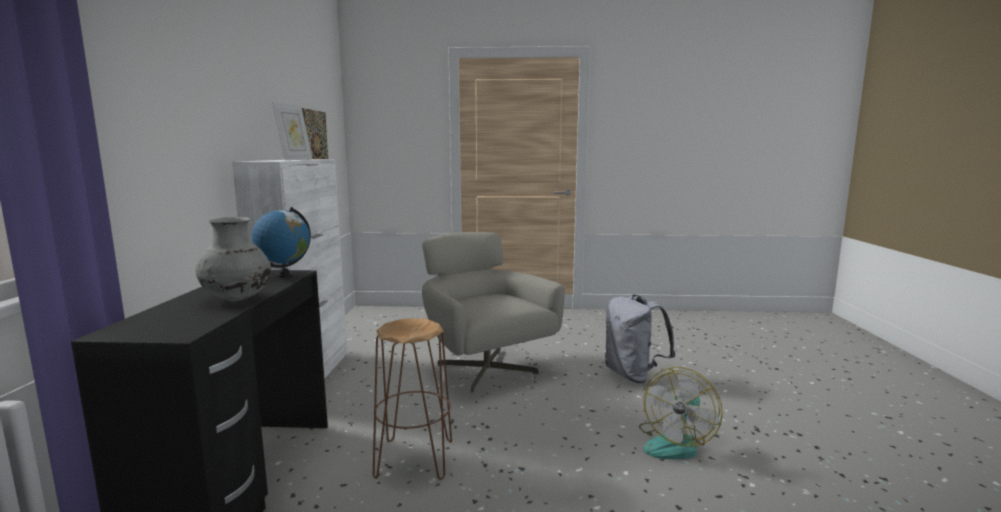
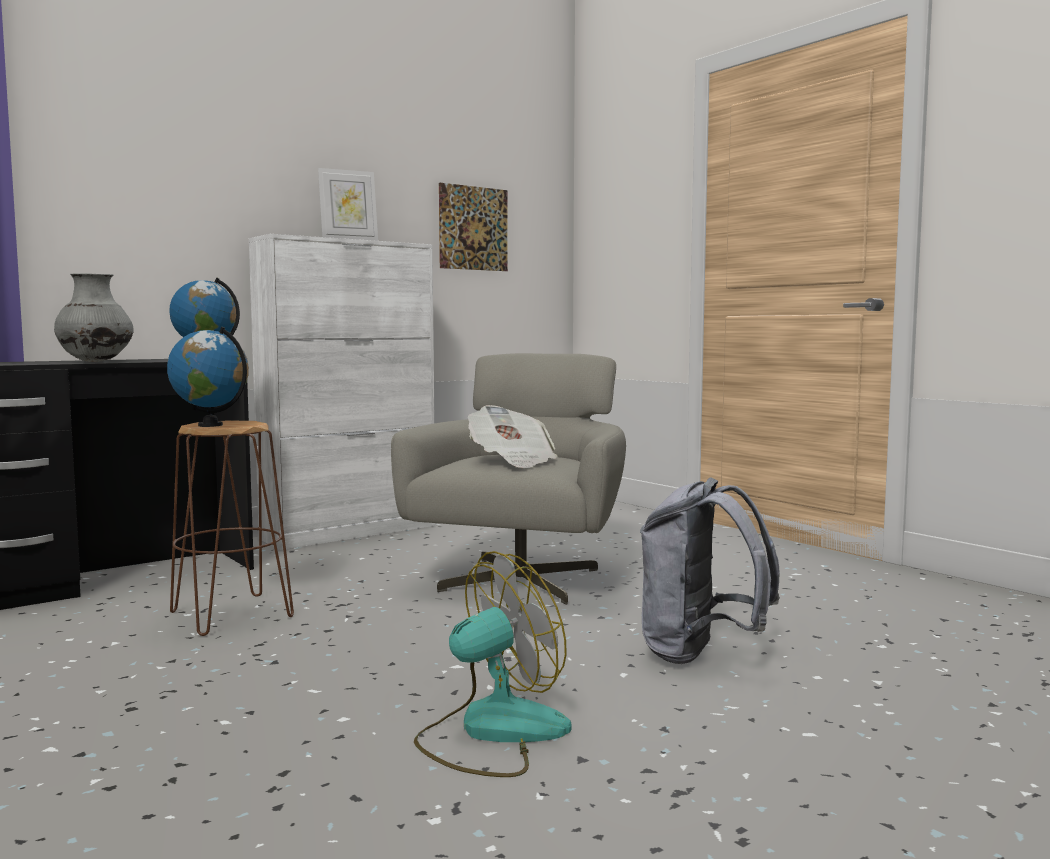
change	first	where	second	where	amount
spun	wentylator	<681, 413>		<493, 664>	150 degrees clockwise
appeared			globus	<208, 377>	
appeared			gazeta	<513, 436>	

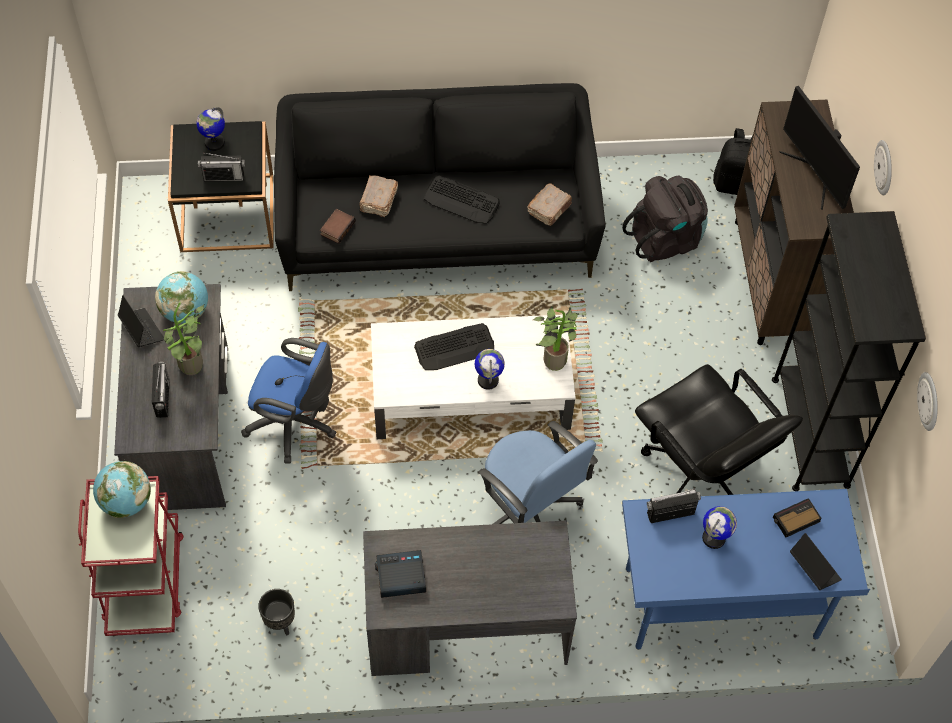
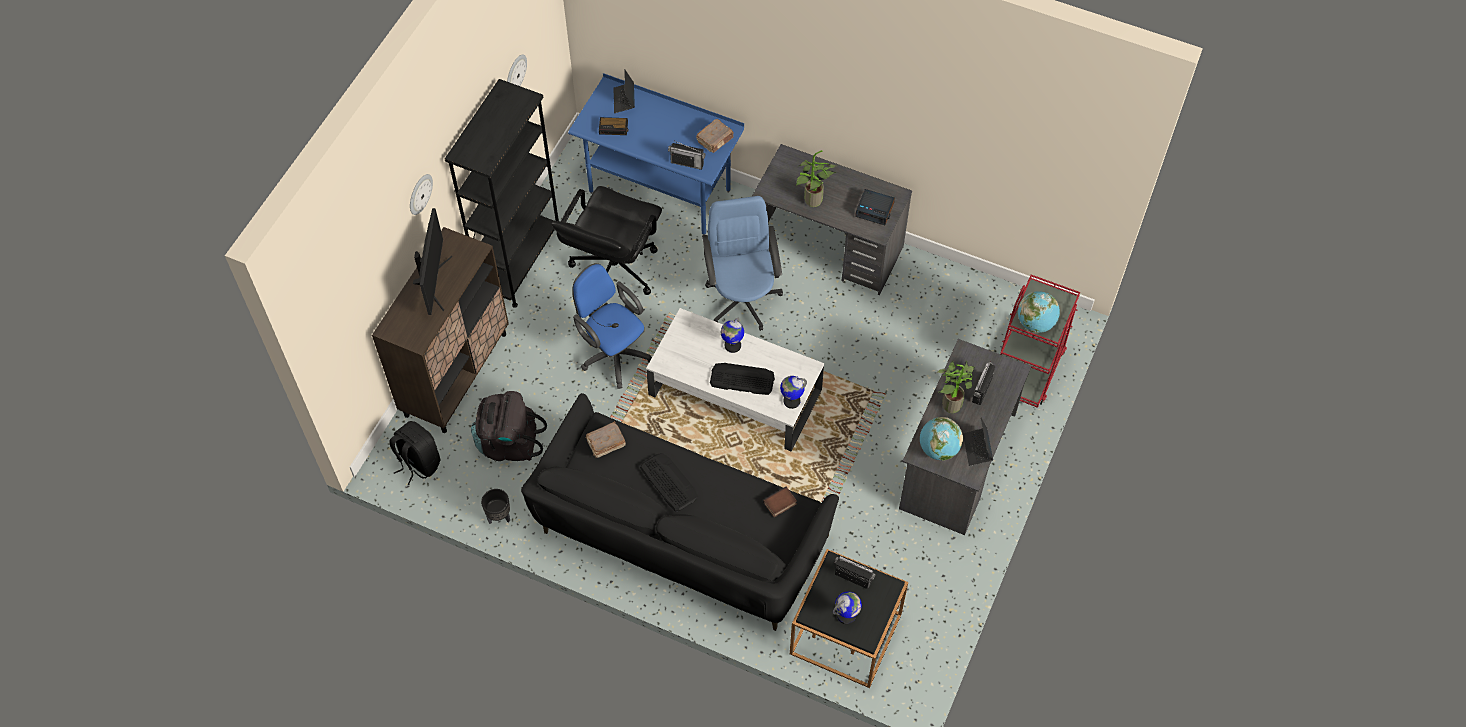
change	first	where	second	where	amount
relocated	krzesło biurowe (niebieski)	<288, 400>		<612, 326>	
relocated	donica (czarny)	<276, 612>		<495, 506>	
relocated	książka (brązowy)	<378, 196>		<715, 136>	
relocated	roślina doniczkowa	<556, 338>		<816, 178>	
spun	krzesło biurowe (czarny)	<719, 429>		<607, 240>	150 degrees counterclockwise
relocated	globus	<719, 527>		<793, 392>	

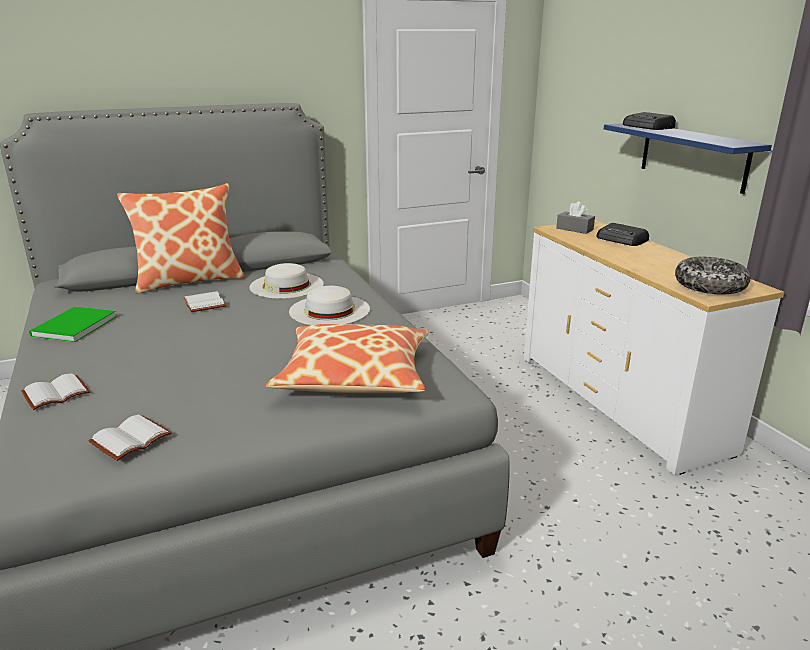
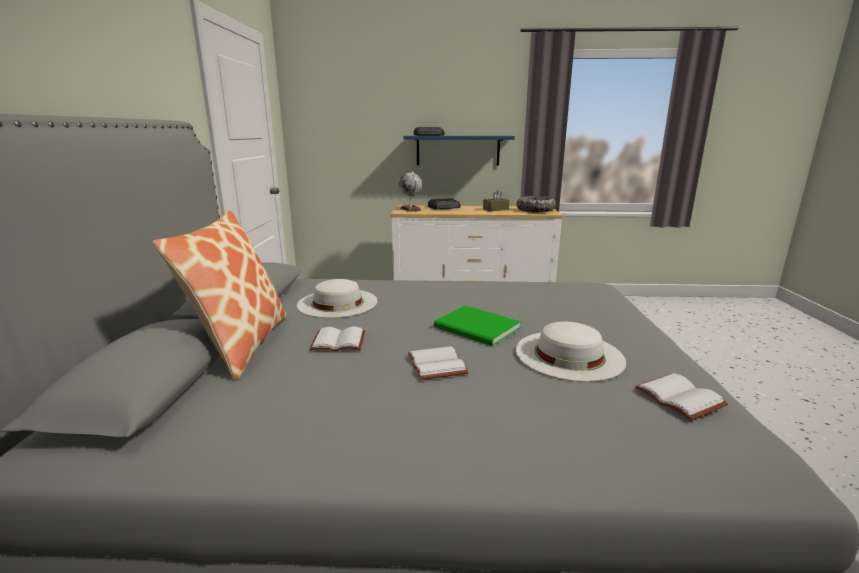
change	first	where	second	where	amount
relocated	książka (biały)	<55, 391>		<438, 363>	
relocated	książka (zielony)	<73, 324>		<477, 326>	
missing	poduszka	<347, 358>			
relocated	kapelusz (biały)	<329, 305>		<571, 352>	
exchanged	pudełko chusteczek (szary)	<575, 218>	globus	<410, 191>	
appeared			pudełko chusteczek (brązowy)	<496, 200>	

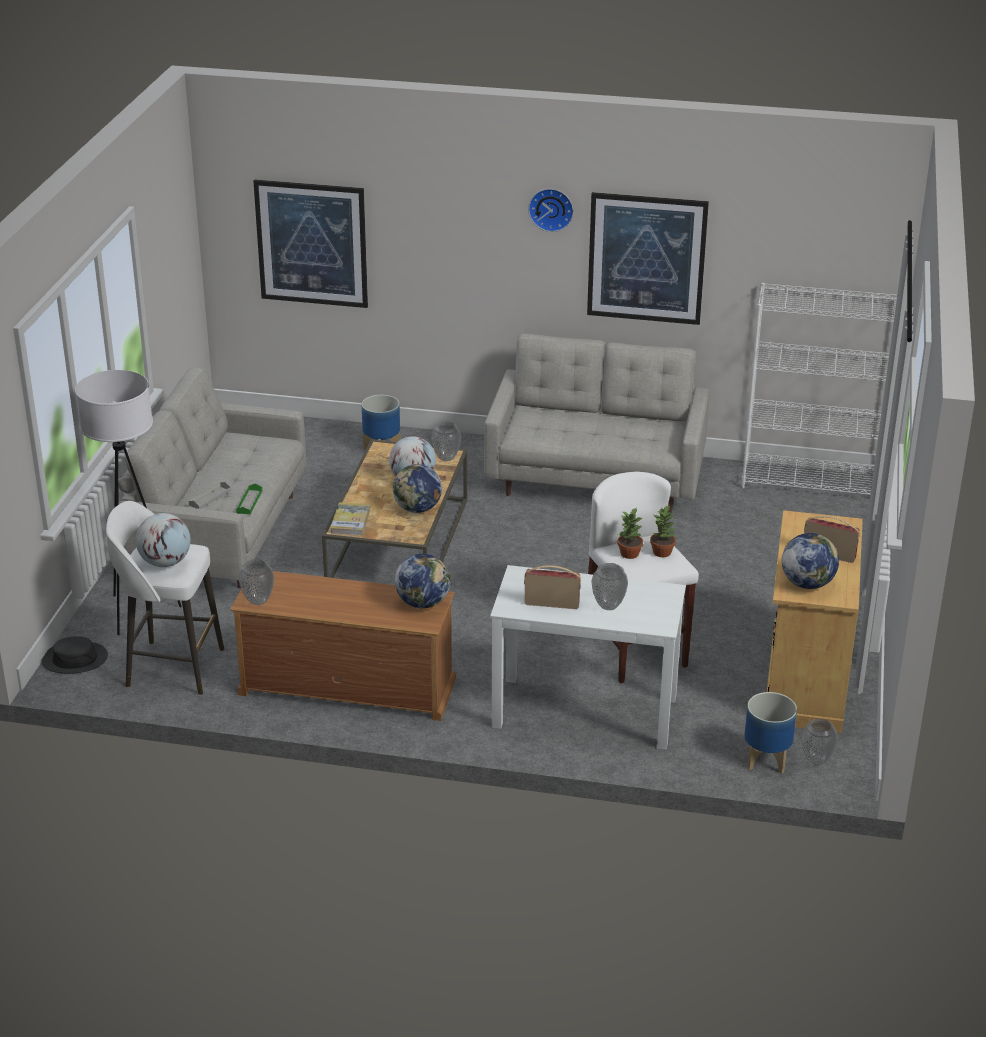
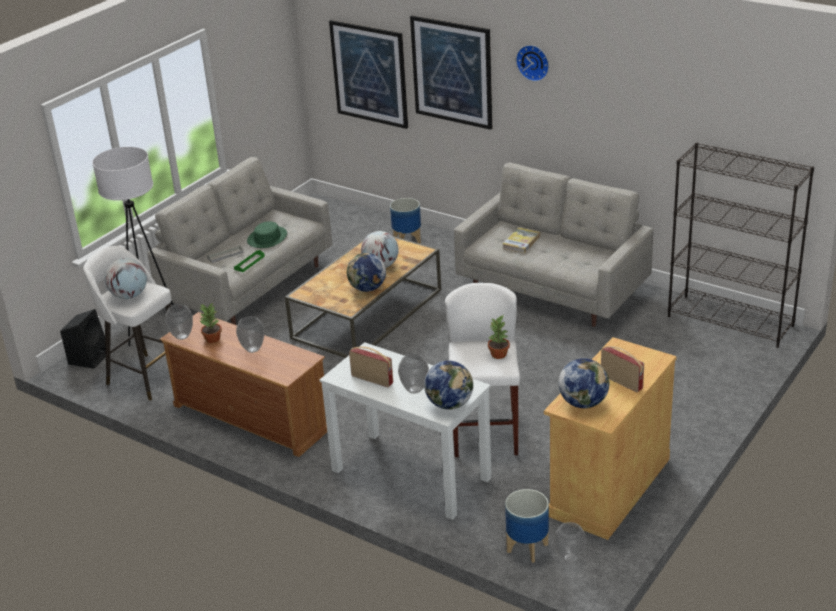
change	first	where	second	where	amount
exchanged	kapelusz (czarny)	<74, 655>	głośnik (czarny)	<83, 339>	
relocated	książka	<350, 519>		<521, 240>	
relocated	globus	<422, 581>		<448, 385>	
relocated	wazon	<446, 441>		<250, 334>	
relocated	obraz	<648, 258>		<451, 72>	
relocated	roślina doniczkowa	<630, 533>		<210, 323>	
colour	regał (biały)	<819, 389>	regał (czarny)	<741, 245>	
appeared			kapelusz (zielony)	<267, 234>	

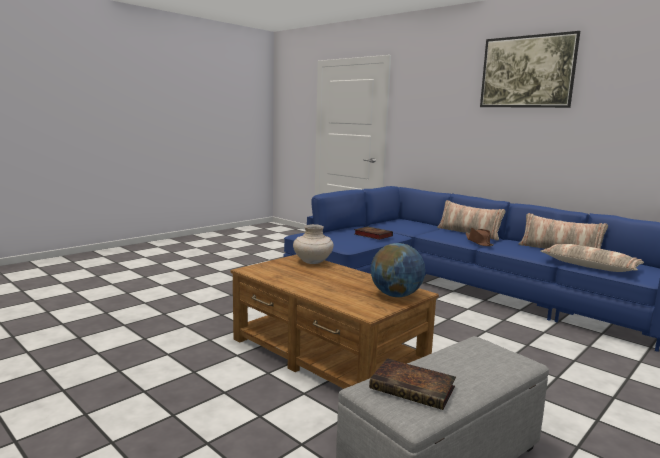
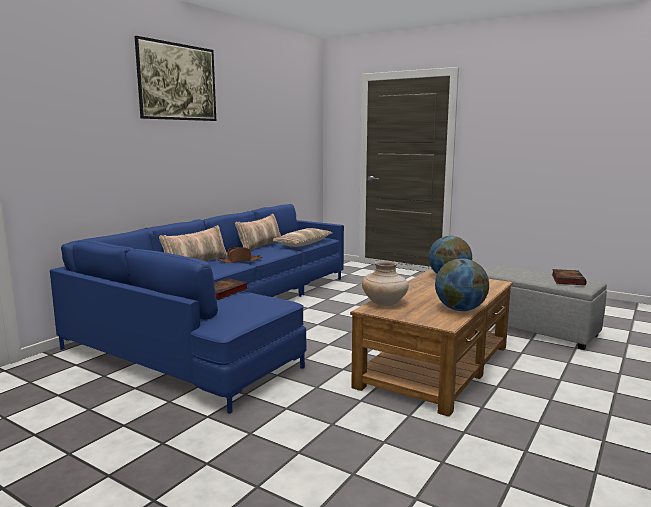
change	first	where	second	where	amount
appeared			globus	<462, 284>	

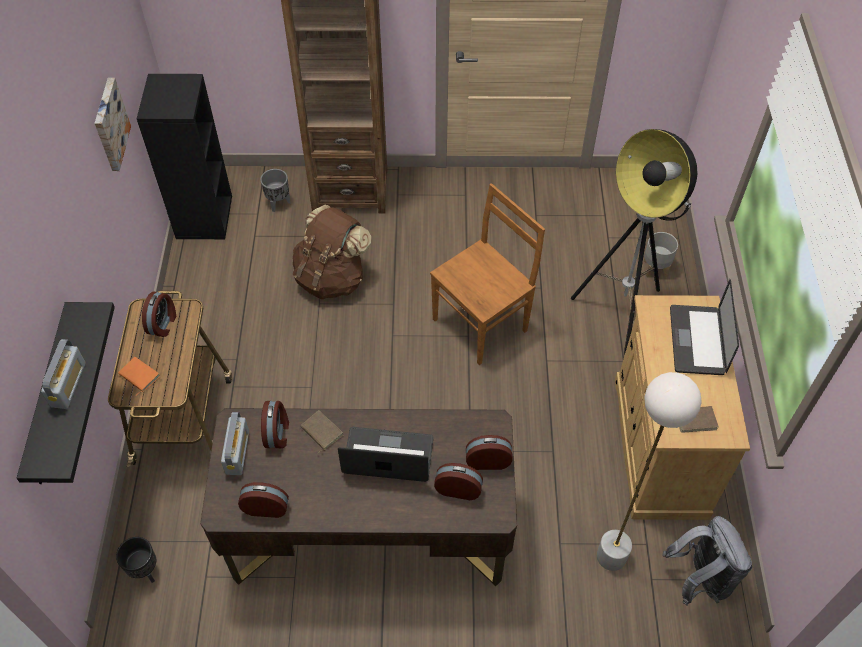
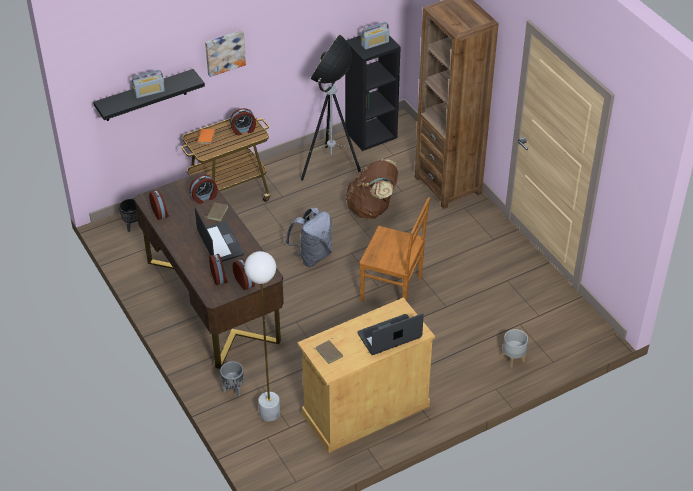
change	first	where	second	where	amount
relocated	obraz	<113, 124>		<225, 53>	
relocated	radio	<235, 443>		<375, 35>	
relocated	donica (szary)	<275, 190>		<232, 379>	
relocated	lampa stojąca	<634, 242>		<331, 108>	
relocated	plecak (szary)	<707, 561>		<309, 237>	

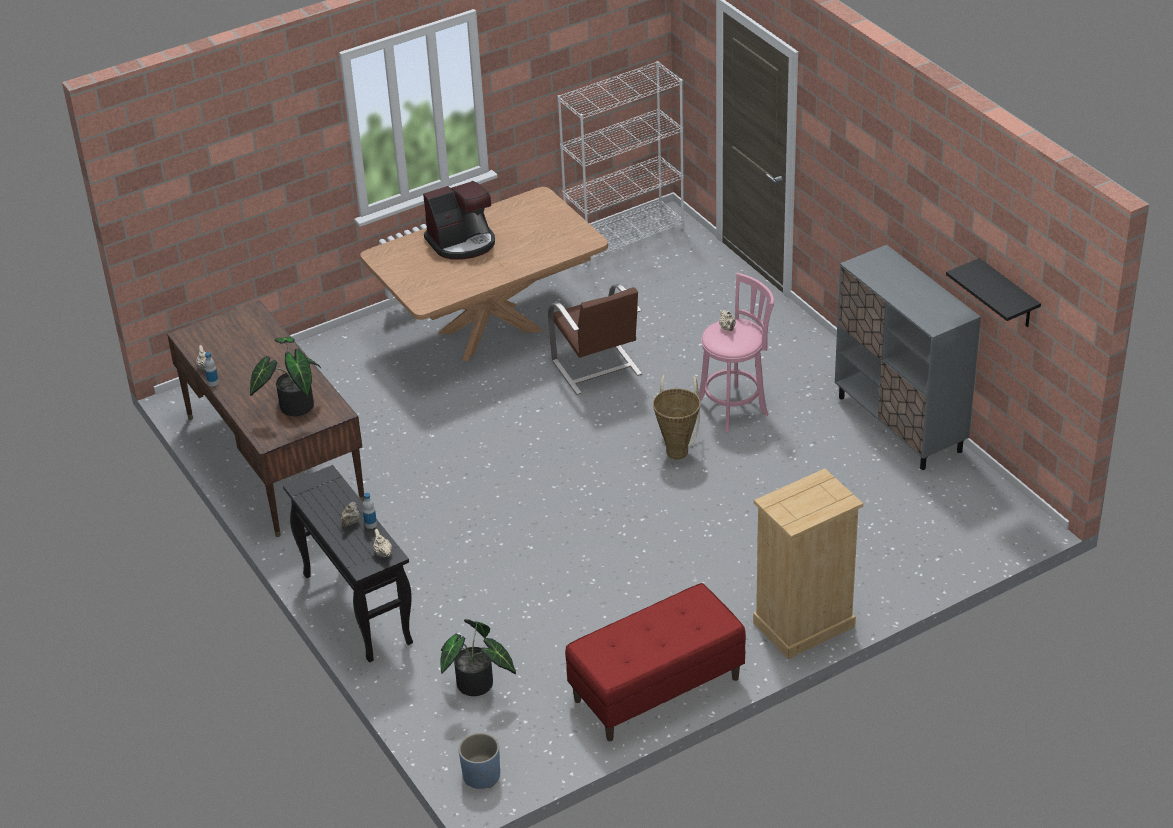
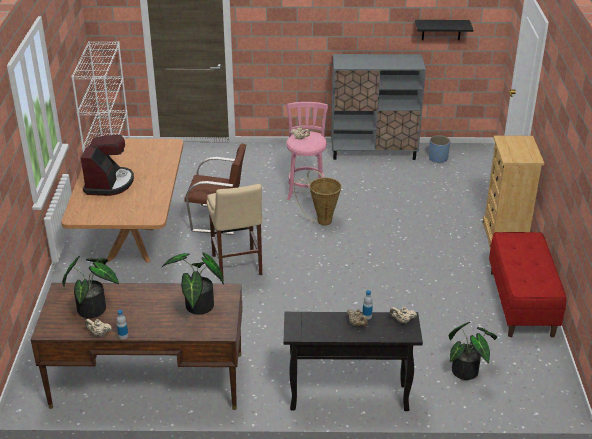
change	first	where	second	where	amount
relocated	donica (niebieski)	<479, 761>		<440, 149>	
appeared			roślina doniczkowa	<90, 287>	
appeared			stołek (beżowy)	<234, 232>	

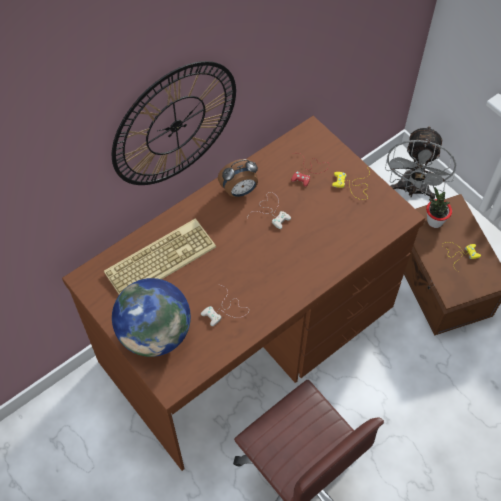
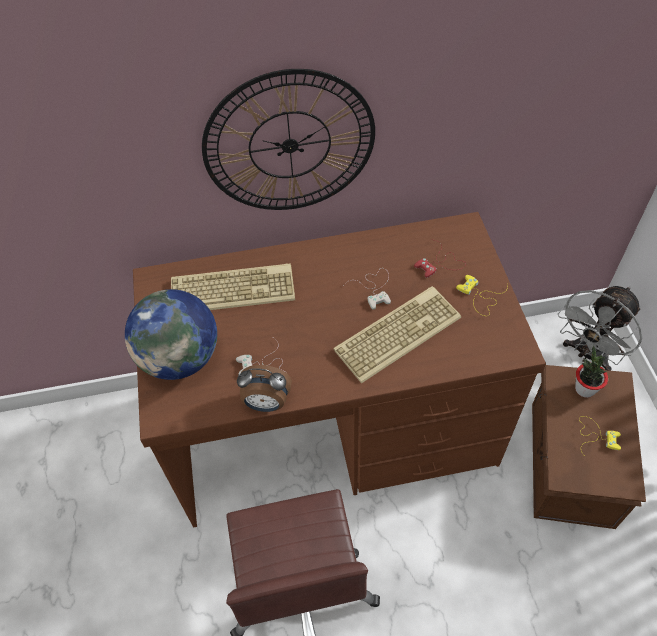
change	first	where	second	where	amount
relocated	budzik	<238, 178>		<264, 388>	
appeared			klawiatura	<397, 334>	

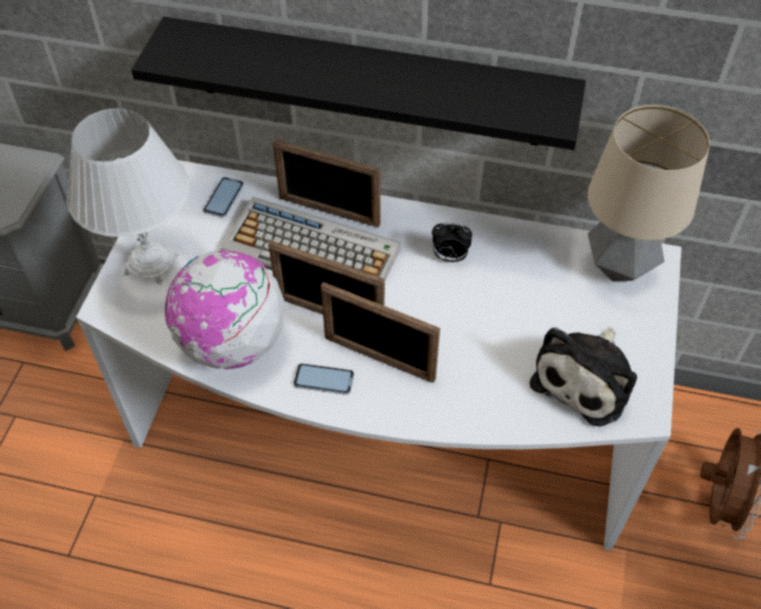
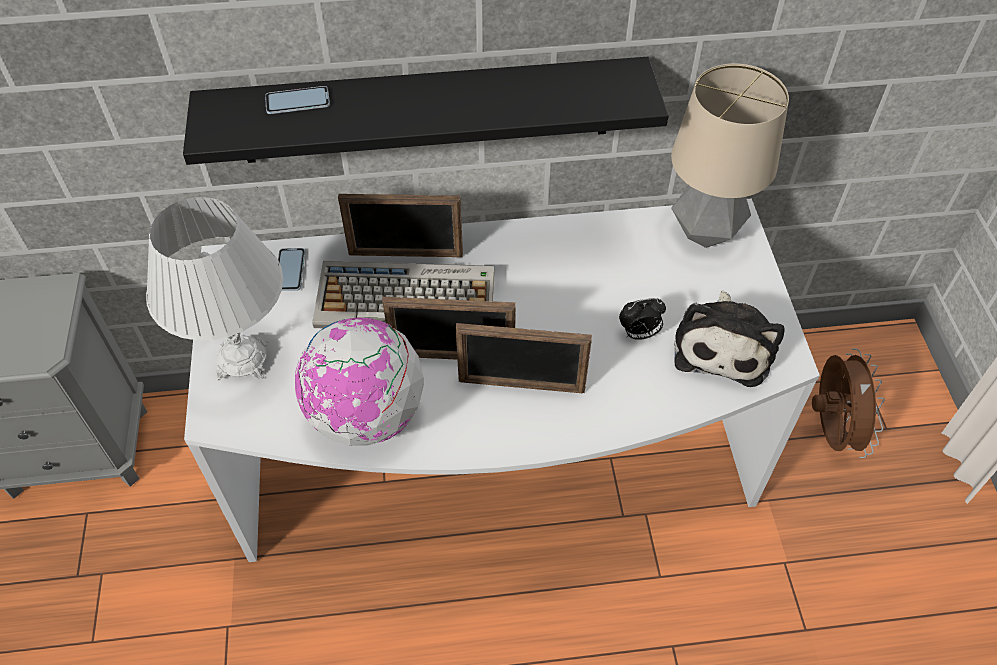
change	first	where	second	where	amount
relocated	telefon	<323, 379>		<297, 100>	
relocated	budzik	<452, 242>		<642, 319>	

